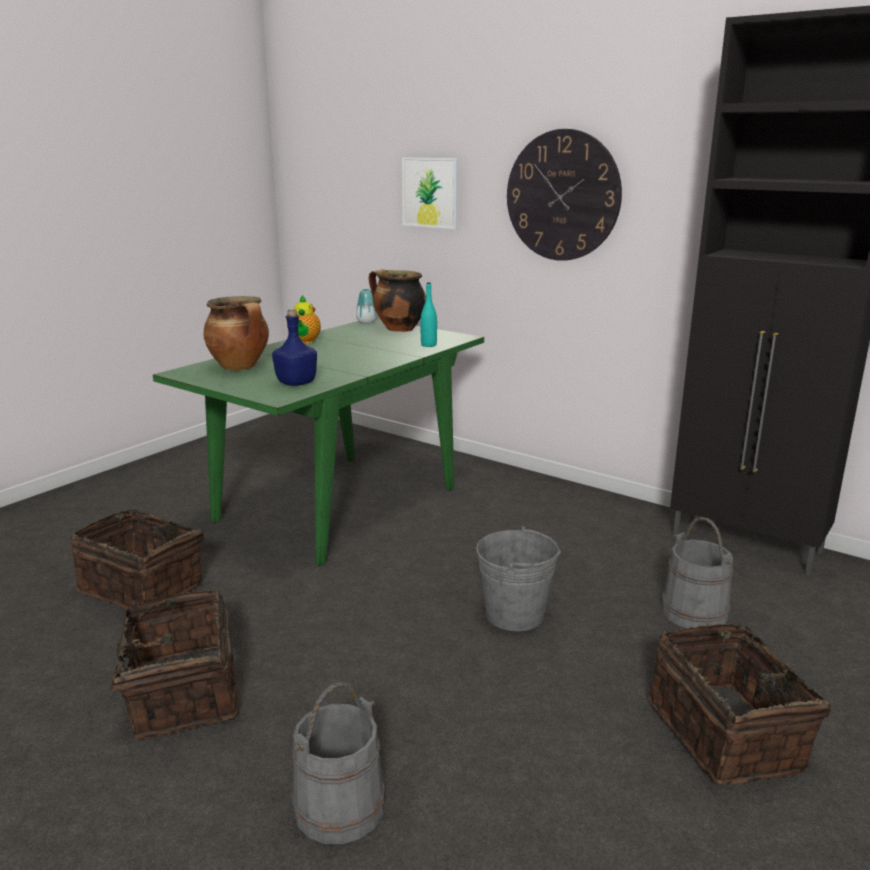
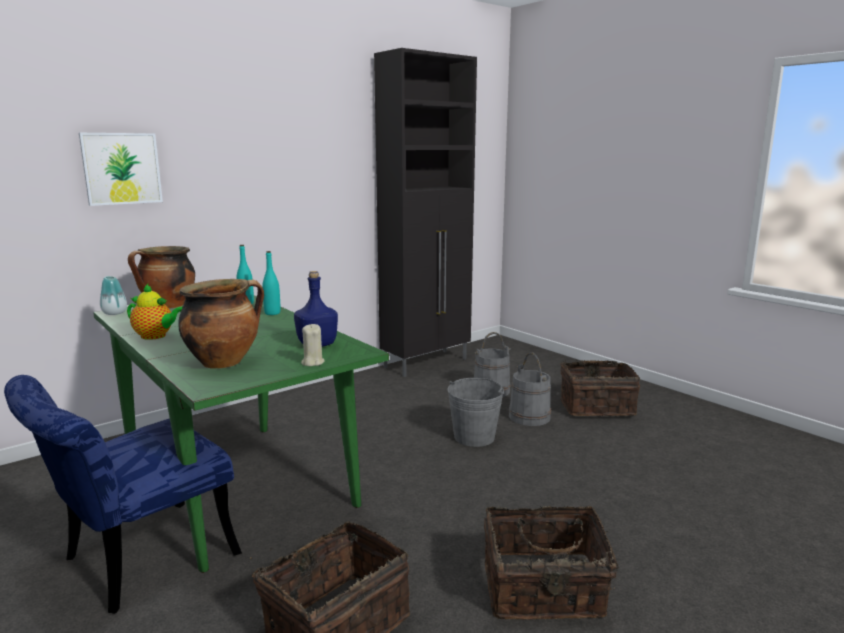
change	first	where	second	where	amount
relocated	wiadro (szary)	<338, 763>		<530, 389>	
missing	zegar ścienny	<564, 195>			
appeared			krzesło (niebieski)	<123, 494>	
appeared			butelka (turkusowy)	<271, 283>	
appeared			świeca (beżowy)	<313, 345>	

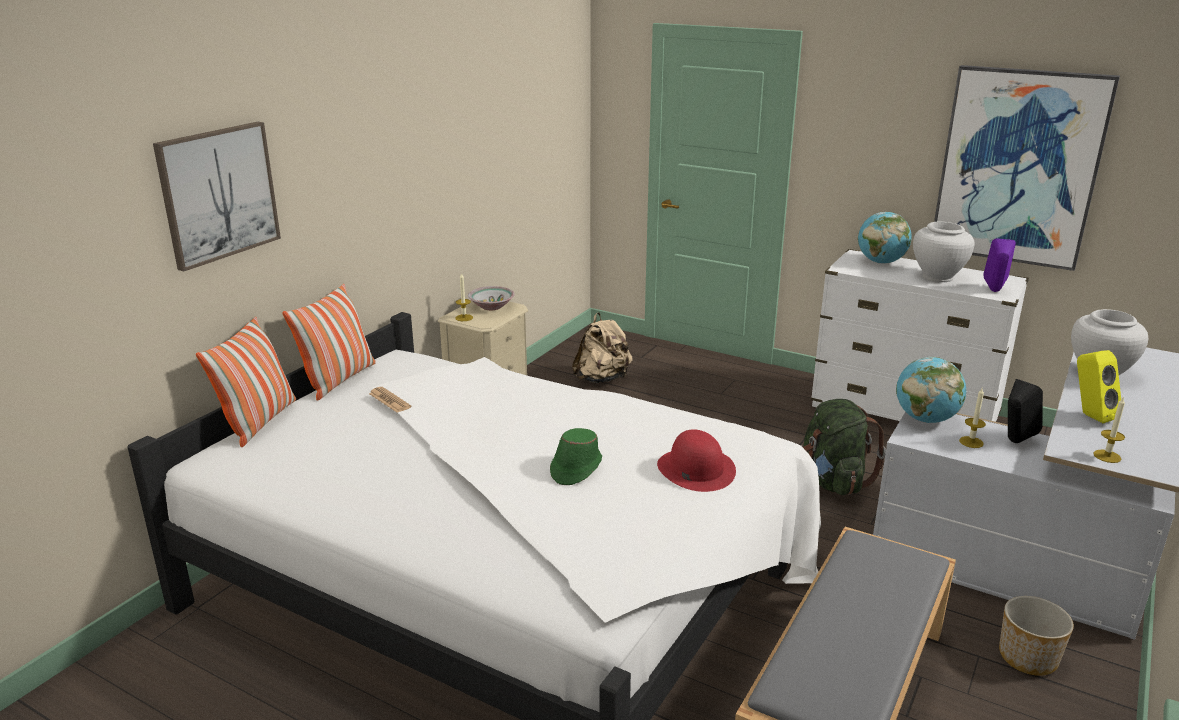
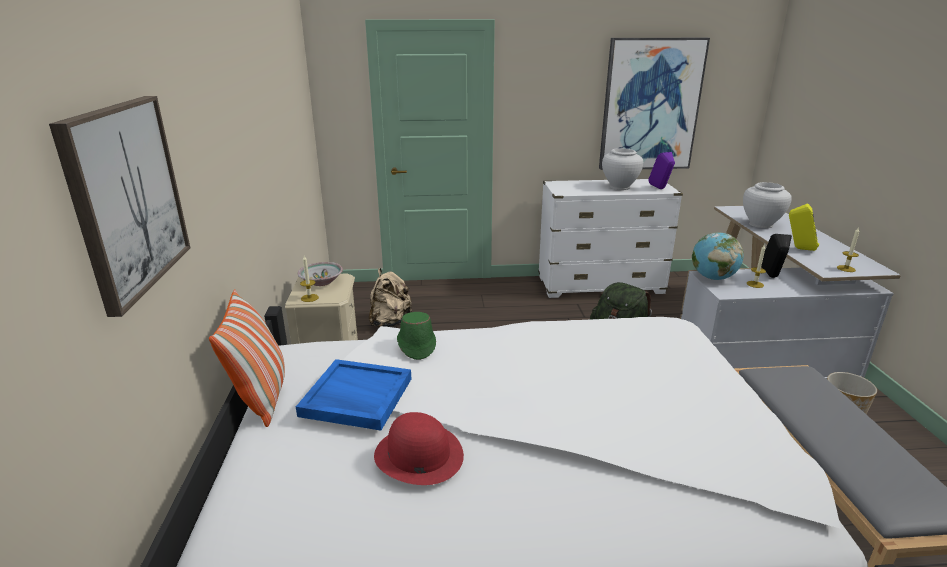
change	first	where	second	where	amount
missing	poduszka	<246, 382>			
exchanged	gazeta	<390, 400>	taca (niebieski)	<353, 395>	
relocated	kapelusz (zielony)	<576, 456>		<416, 336>	
relocated	kapelusz (czerwony)	<696, 460>		<419, 448>	
missing	globus	<885, 238>			

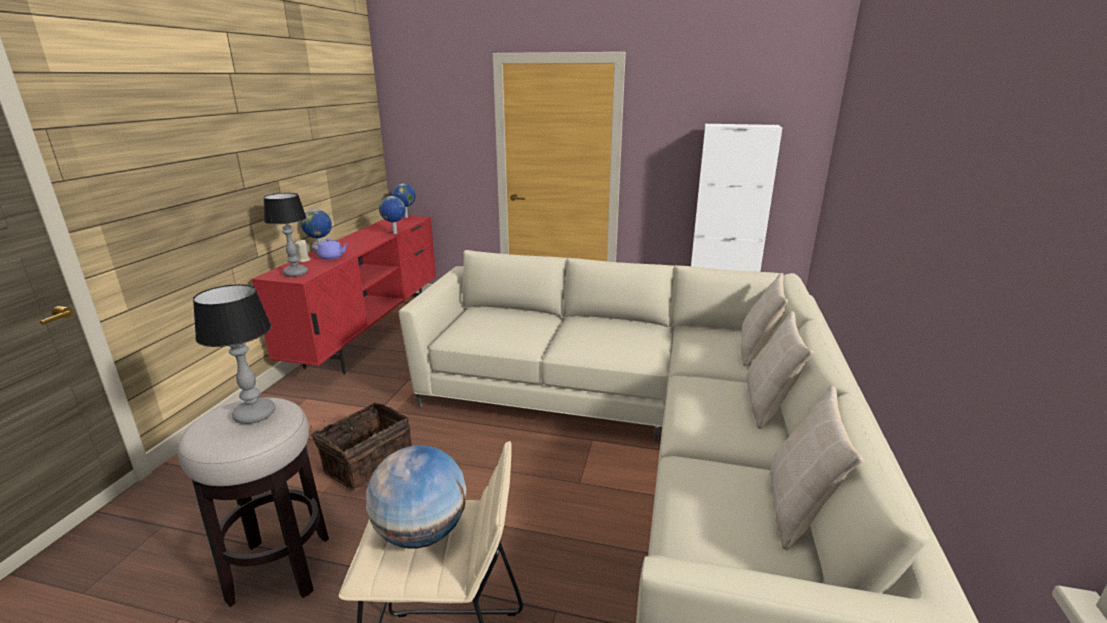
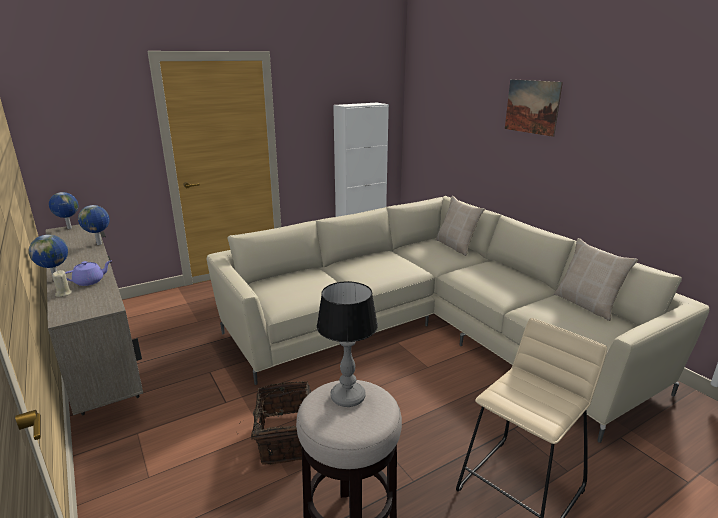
change	first	where	second	where	amount
colour	szafka pod telewizor (czerwony)	<343, 295>	szafka pod telewizor (beżowy)	<94, 320>	
missing	lampa stołowa	<285, 235>			
missing	globus	<416, 497>			
missing	poduszka (beżowy)	<780, 370>			
appeared			obraz	<534, 108>	

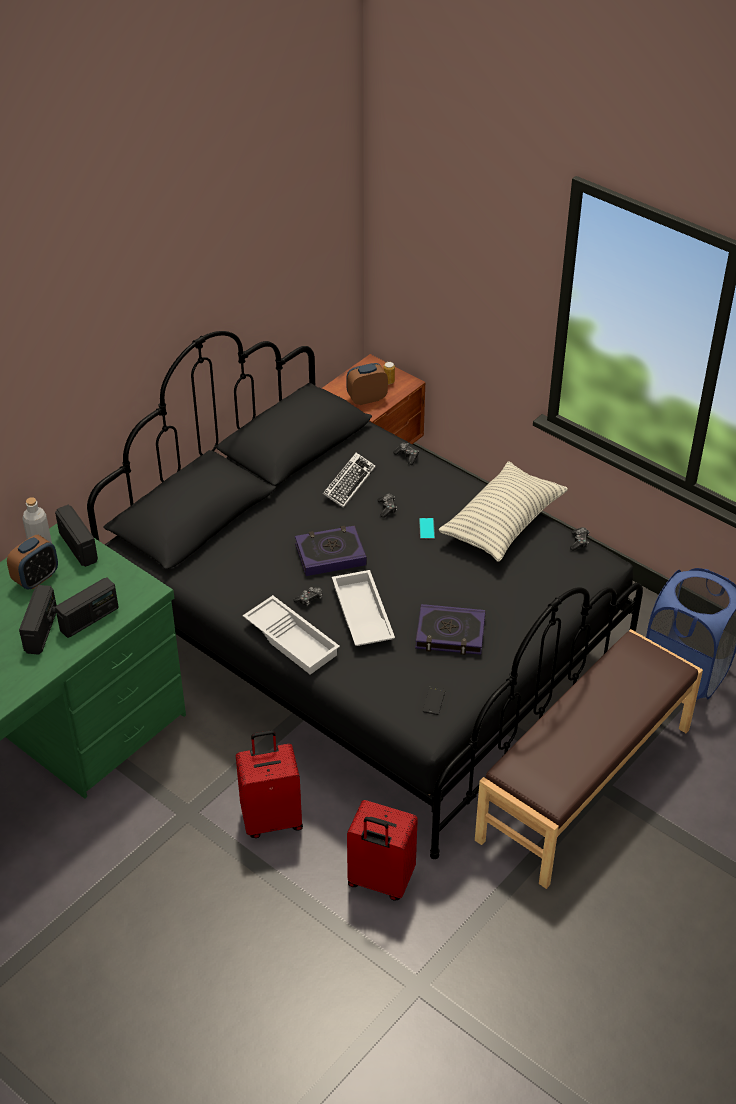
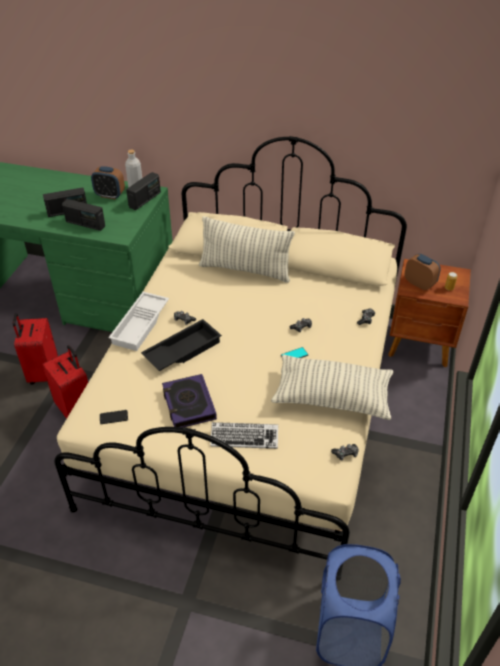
change	first	where	second	where	amount
colour	łóżko (czarny)	<365, 595>	łóżko (beżowy)	<230, 348>	
missing	książka	<331, 550>			
relocated	klawiatura	<349, 480>		<244, 435>	
colour	taca (biały)	<363, 608>	taca (czarny)	<181, 345>	
relocated	walizka (czerwony)	<382, 850>		<35, 349>	
missing	ławka (brązowy)	<589, 759>			
appeared			poduszka	<247, 249>	

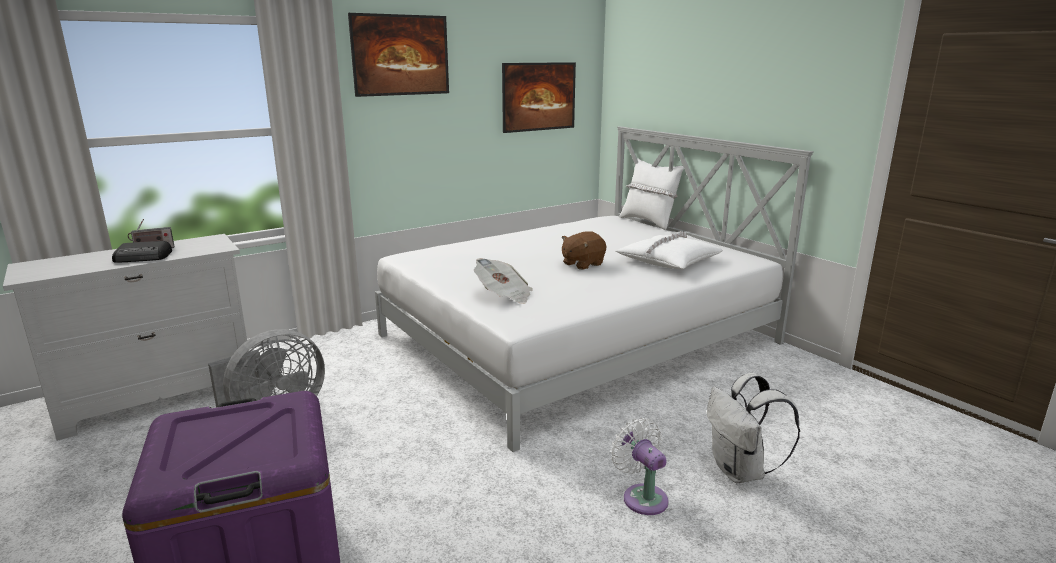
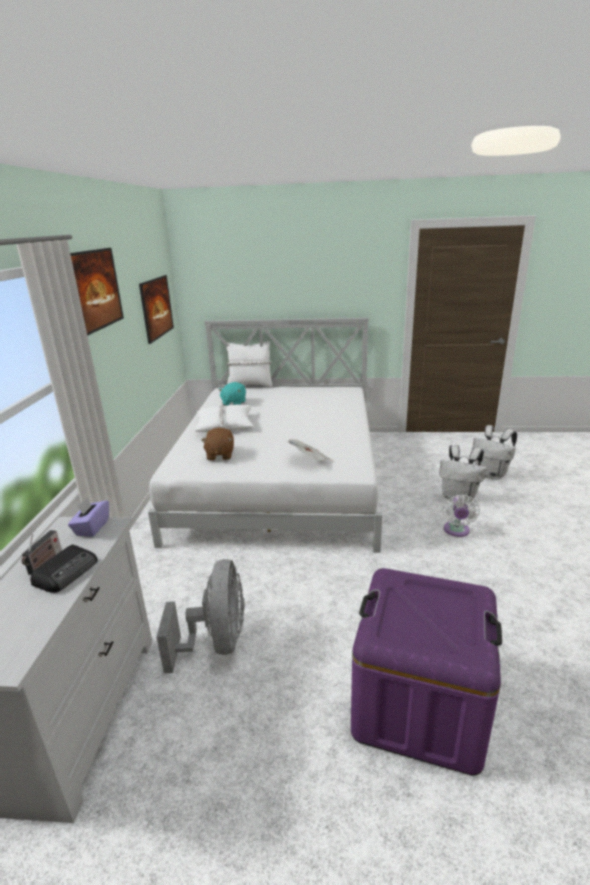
change	first	where	second	where	amount
relocated	pluszak (brązowy)	<584, 250>		<217, 443>	
spun	wentylator (biały)	<640, 466>		<461, 516>	90 degrees counterclockwise
relocated	poduszka (biały)	<669, 250>		<224, 417>	
appeared			pudełko chusteczek (fioletowy)	<88, 517>	
appeared			pluszak (turkusowy)	<232, 394>	
appeared			plecak (biały)	<494, 452>	

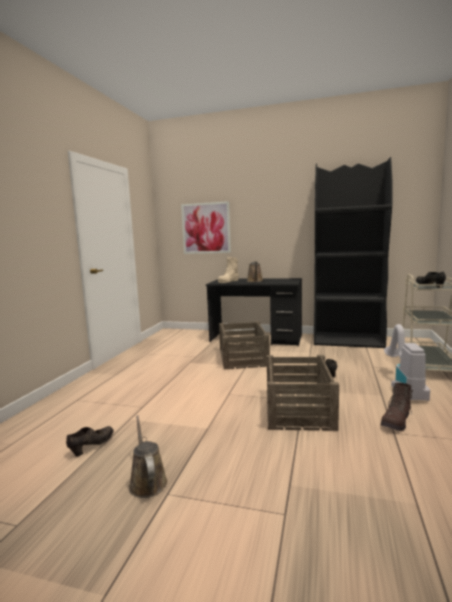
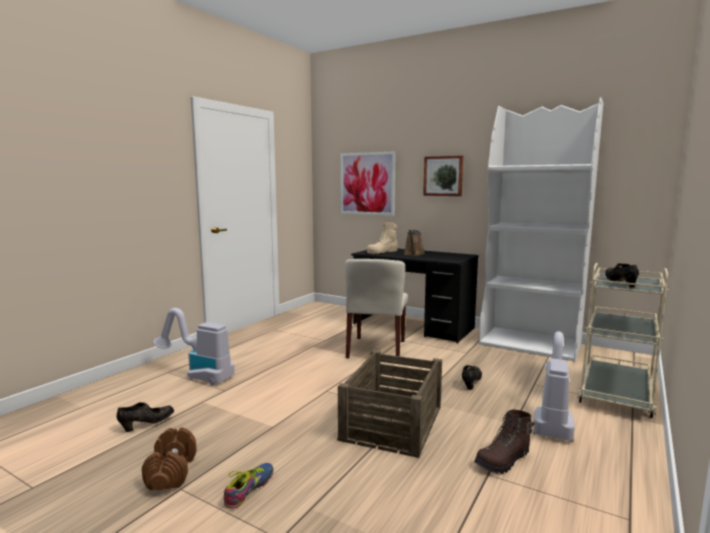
change	first	where	second	where	amount
exchanged	konewka (brązowy)	<148, 456>	hantel (brązowy)	<169, 458>	
exchanged	skrzynka	<244, 345>	krzesło (beżowy)	<376, 308>	
colour	regał (czarny)	<353, 252>	regał (biały)	<541, 229>	
appeared			odkurzacz	<194, 347>	
appeared			but	<249, 486>	
appeared			obraz	<443, 175>	

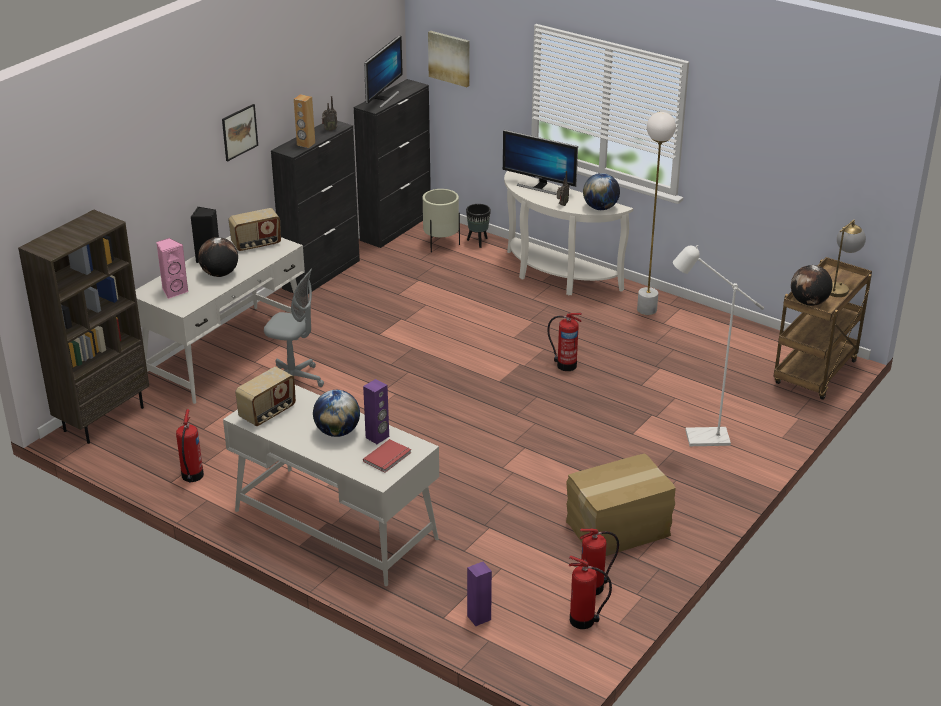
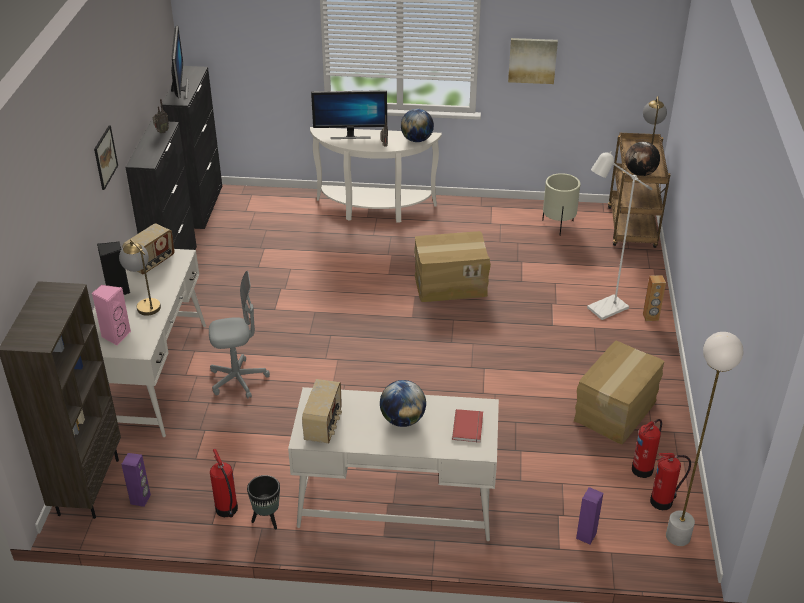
change	first	where	second	where	amount
exchanged	globus	<218, 257>	lampa stołowa	<140, 277>	
relocated	głośnik (brązowy)	<304, 121>		<654, 298>	
relocated	głośnik (fioletowy)	<376, 411>		<136, 480>	
relocated	donica (beżowy)	<441, 220>		<561, 204>	
relocated	obraz	<448, 59>		<533, 61>	
relocated	donica (czarny)	<478, 226>		<263, 502>	
exchanged	gaśnica	<565, 342>	karton	<452, 266>	
relocated	lampa stojąca (biały)	<656, 213>		<705, 439>	

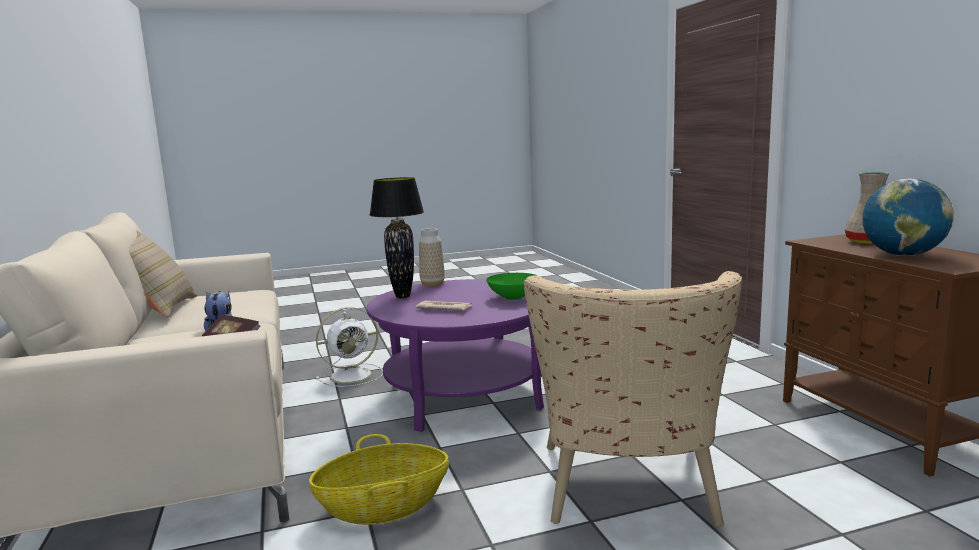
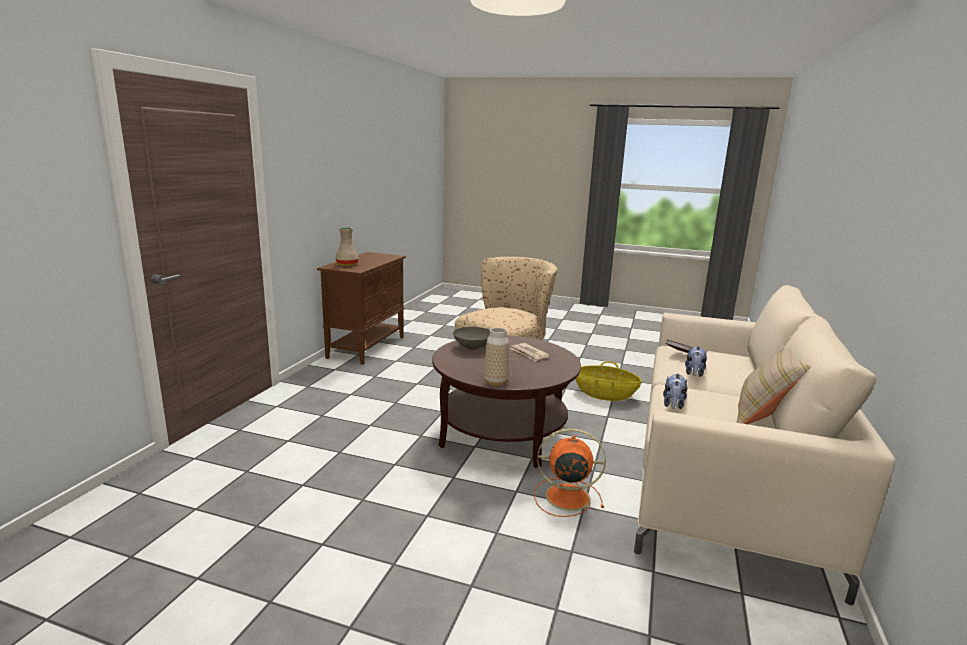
change	first	where	second	where	amount
colour	wentylator (biały)	<349, 347>	wentylator (pomarańczowy)	<570, 472>	
colour	ława (fioletowy)	<455, 355>	ława (brązowy)	<506, 401>	
missing	lampa stołowa (czarny)	<397, 237>			
colour	miska (zielony)	<512, 286>	miska (szary)	<471, 338>	
missing	globus	<908, 217>			
appeared			pluszak	<675, 391>	

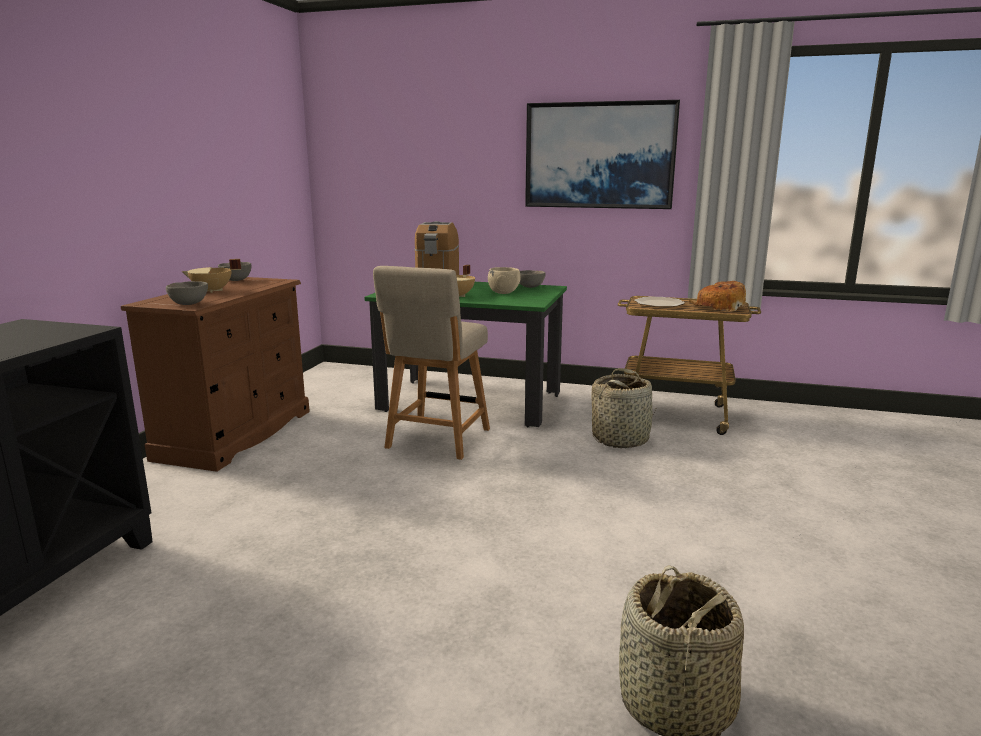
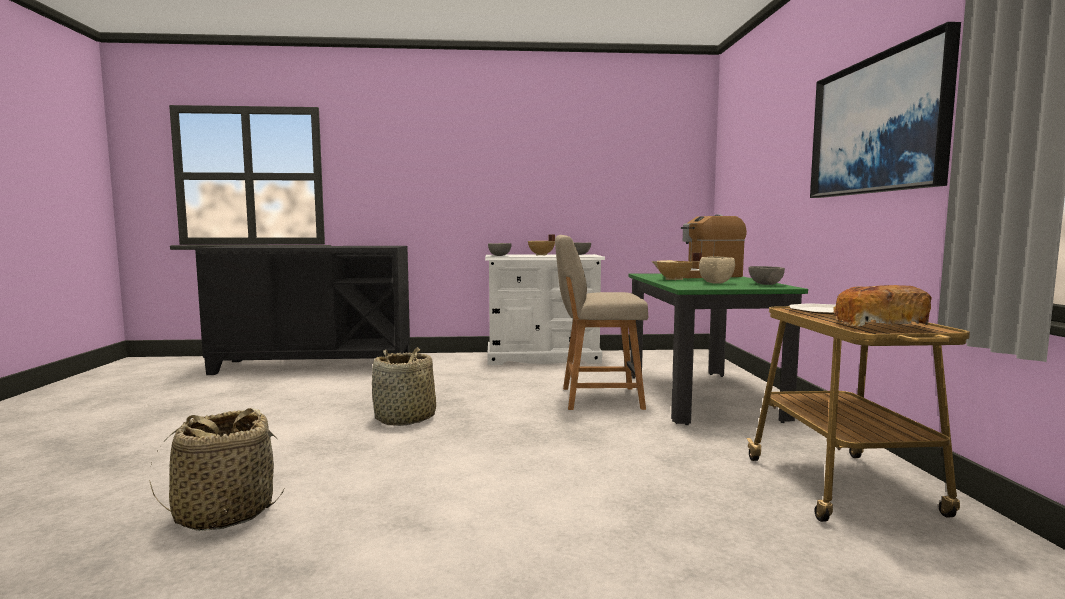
change	first	where	second	where	amount
colour	komoda (brązowy)	<215, 374>	komoda (biały)	<545, 309>	
relocated	koszyk	<624, 408>		<404, 386>	

